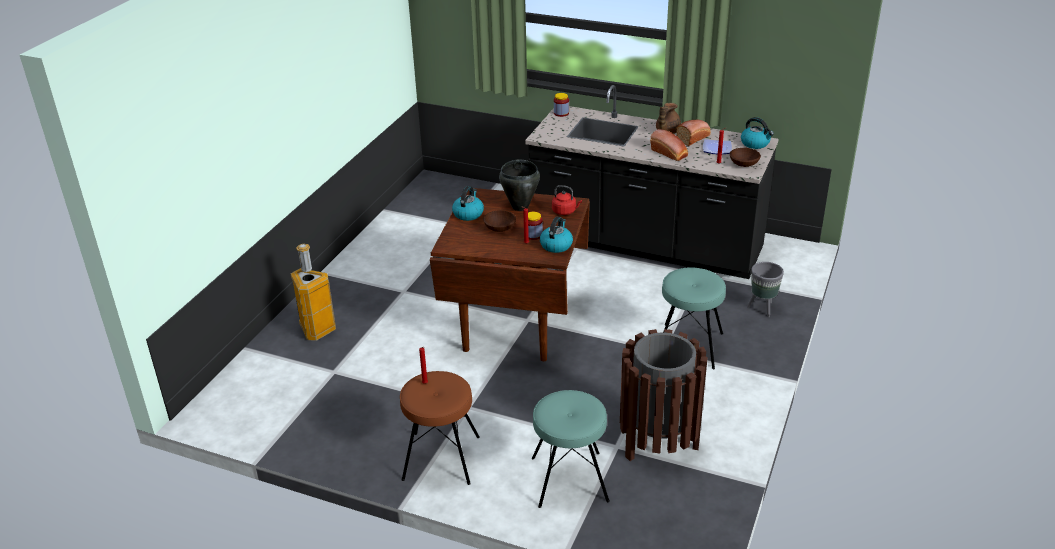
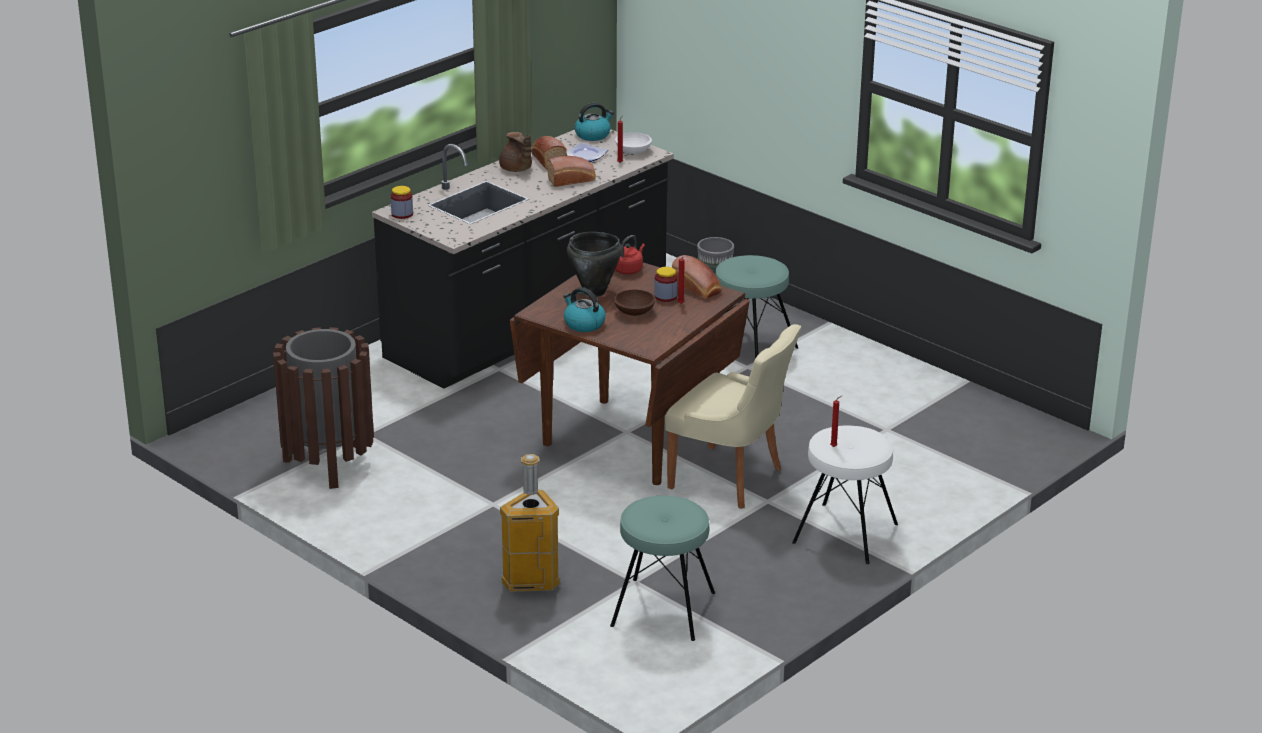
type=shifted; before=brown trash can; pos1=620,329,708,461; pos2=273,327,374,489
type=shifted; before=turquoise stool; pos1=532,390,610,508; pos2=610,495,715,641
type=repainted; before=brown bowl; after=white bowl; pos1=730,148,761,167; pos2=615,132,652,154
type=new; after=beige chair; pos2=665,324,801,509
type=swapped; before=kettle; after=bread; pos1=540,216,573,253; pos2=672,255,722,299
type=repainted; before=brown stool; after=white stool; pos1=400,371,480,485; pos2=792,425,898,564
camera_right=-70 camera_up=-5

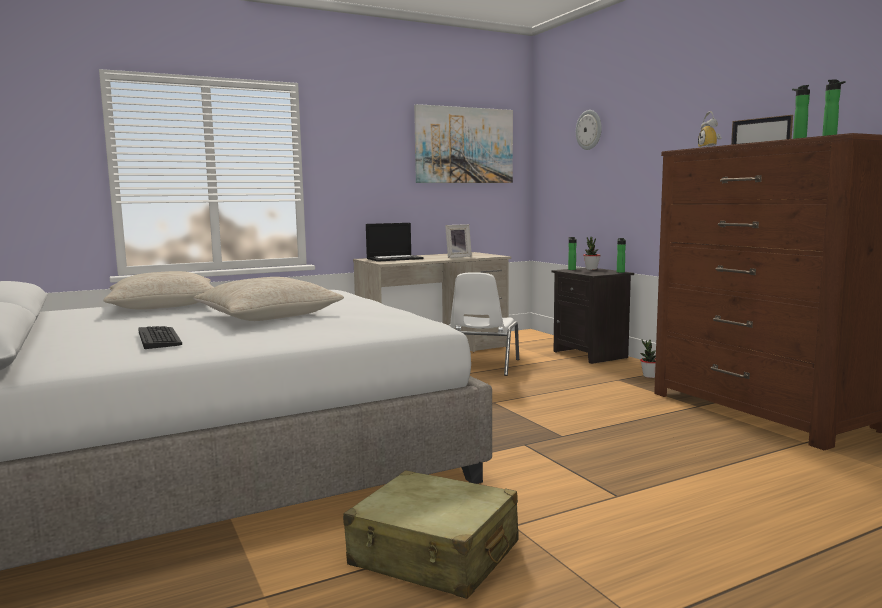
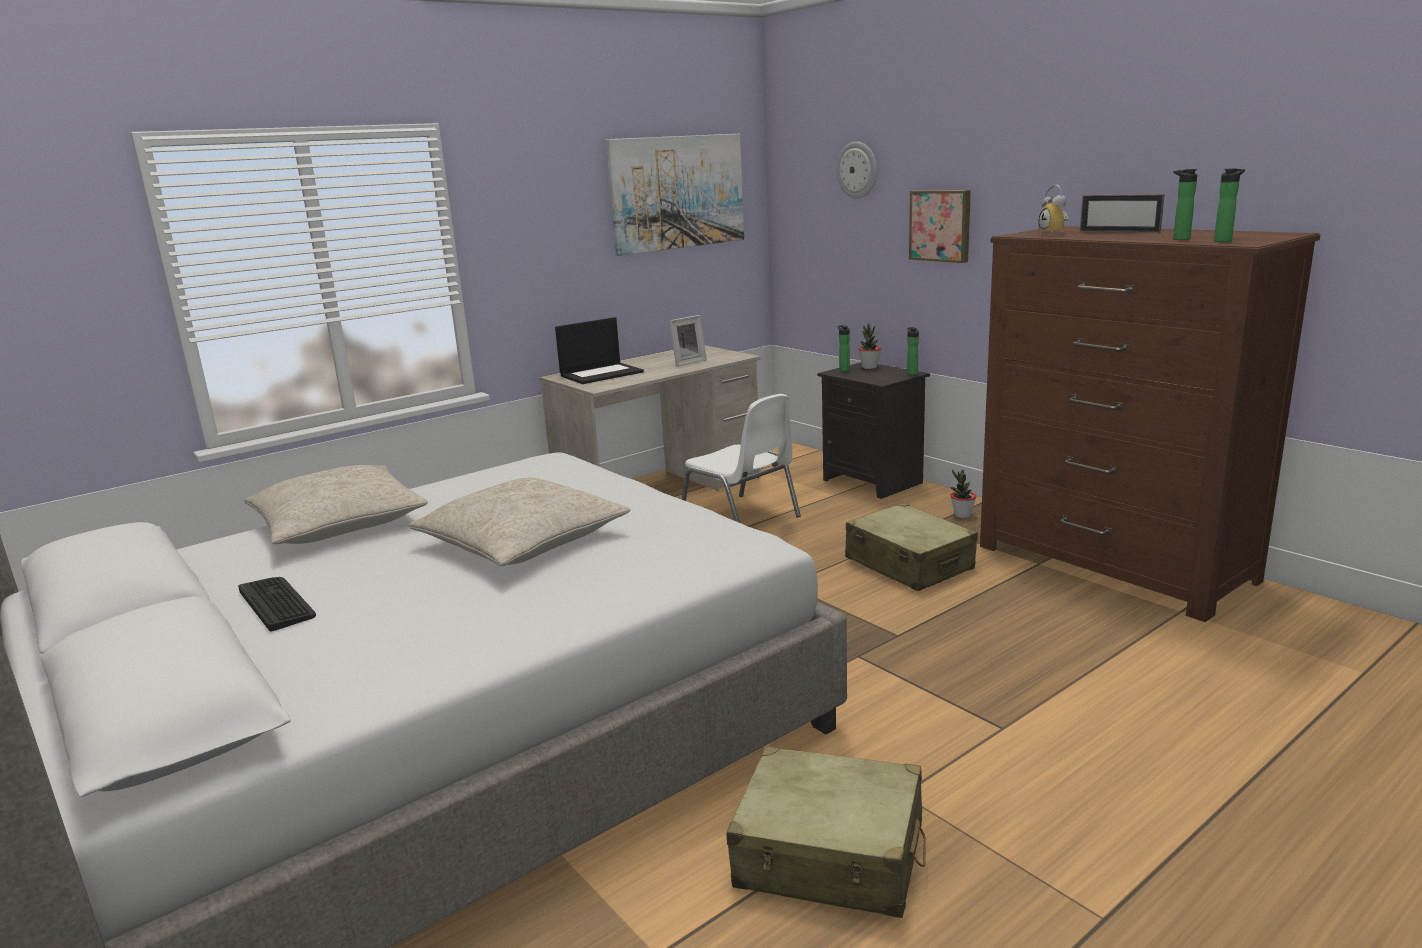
type=shifted; before=keyboard; pos1=138,326,182,349; pos2=238,577,316,632
type=rotated; before=white chair; pos1=449,272,519,376; pos2=681,394,801,523; turn=-45
type=new; after=beige suitcase; pos2=845,503,978,591
type=new; after=picture; pos2=909,190,971,263
camera_right=-10 camera_up=10

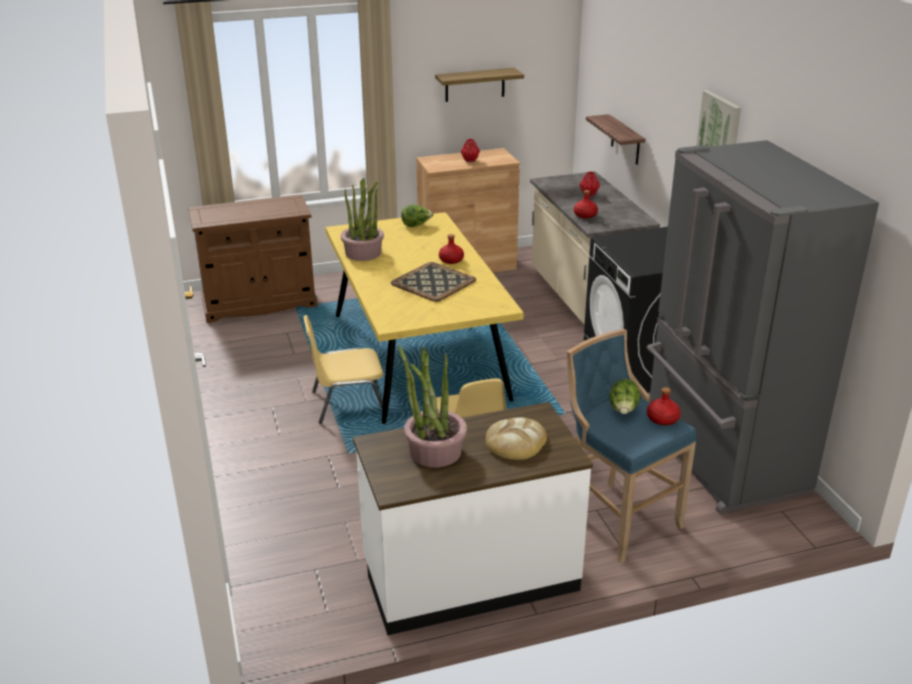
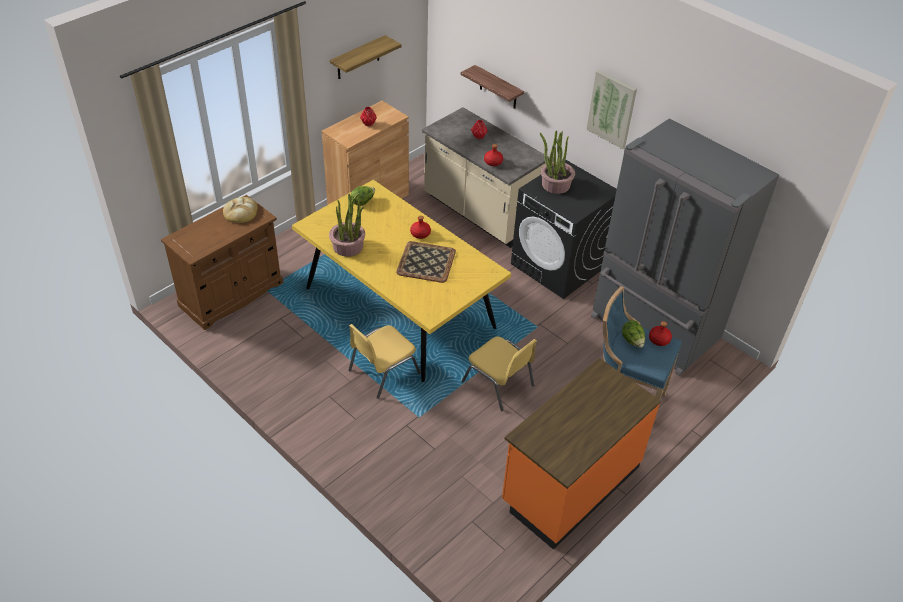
type=shifted; before=bread; pos1=486,417,547,460; pos2=223,197,257,223
type=repainted; before=white counter; after=orange counter; pos1=353,402,593,635; pos2=502,358,661,550
type=shifted; before=potted plant; pos1=398,346,467,467; pos2=540,130,575,194
camera_right=-30 camera_up=15

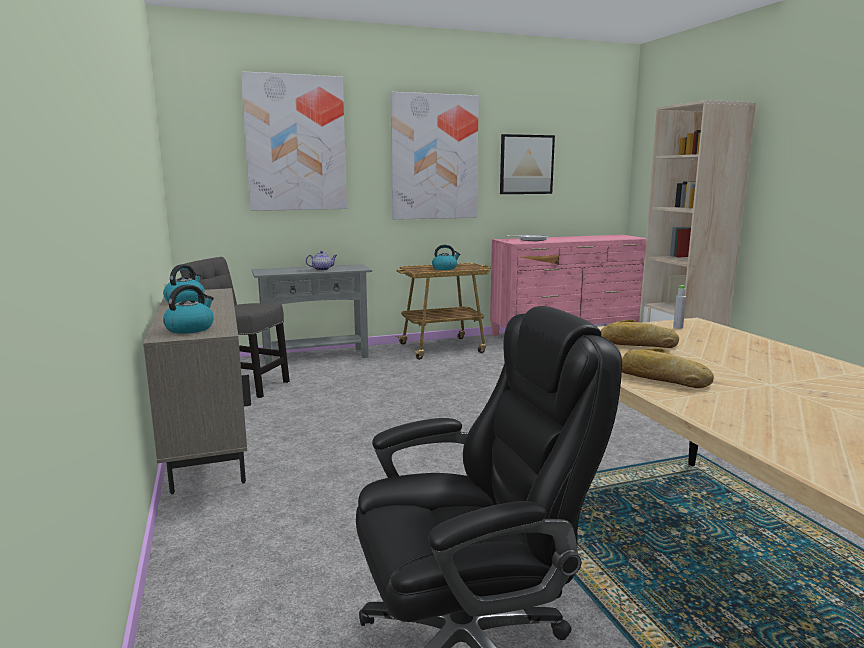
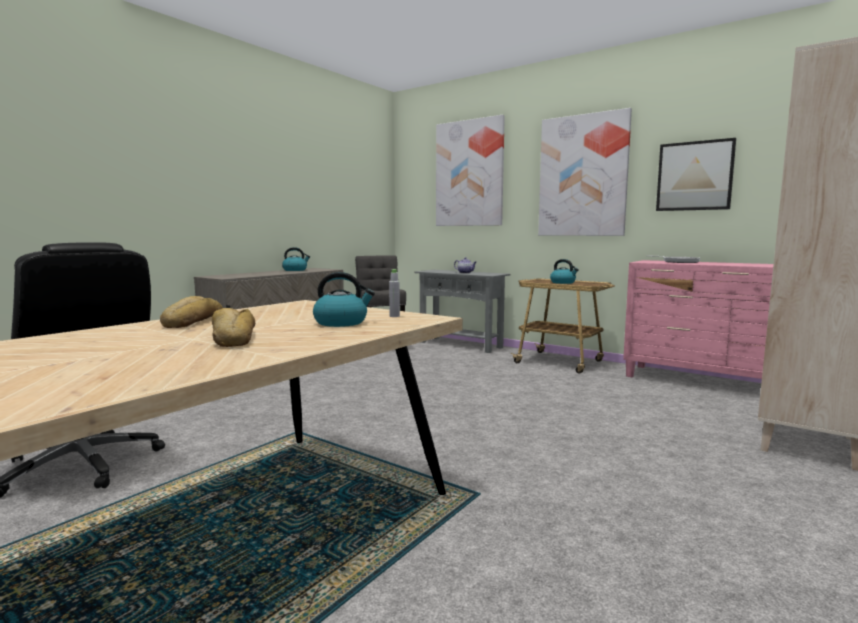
type=shifted; before=bread; pos1=601,319,679,348; pos2=212,308,255,347
type=shifted; before=kettle; pos1=163,284,214,334; pos2=313,272,375,327
camera_right=55 camera_up=-5

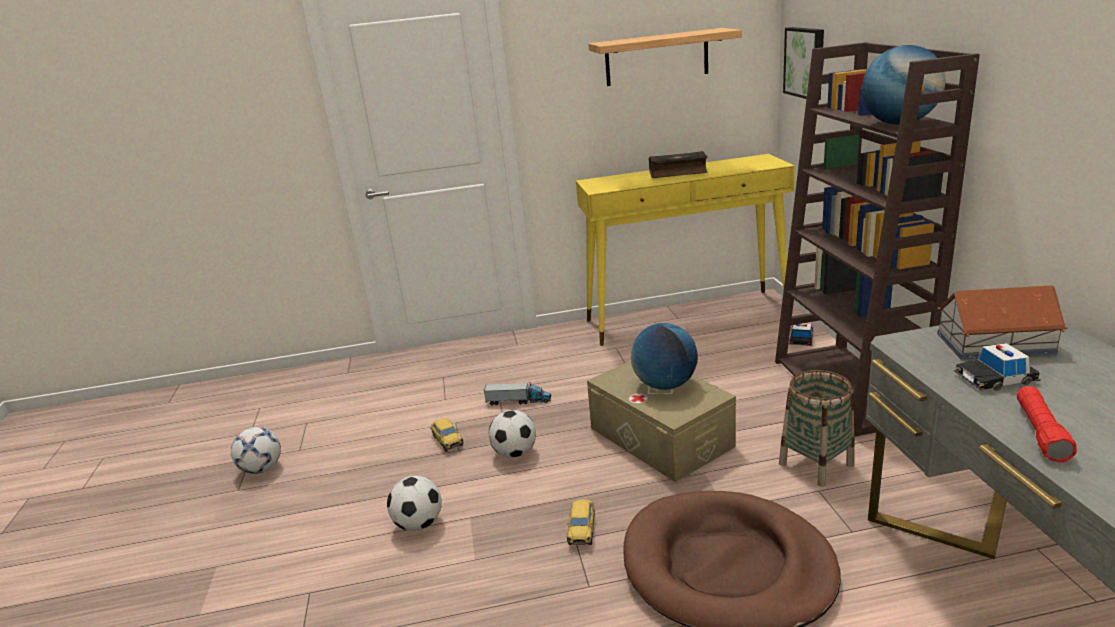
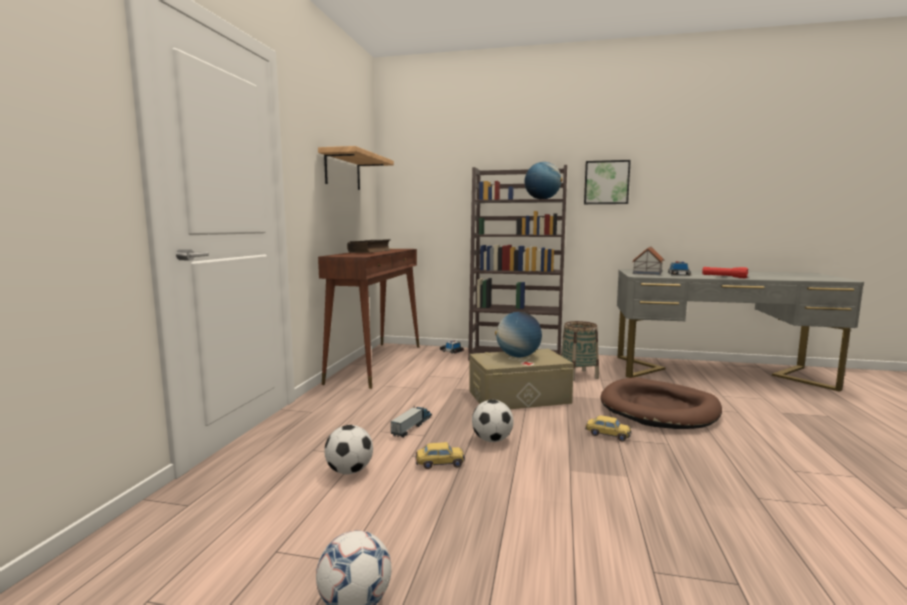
type=repainted; before=yellow console table; after=brown console table; pos1=576,154,795,346; pos2=318,249,419,389
type=shifted; before=football; pos1=387,476,442,531; pos2=324,425,373,475
type=shifted; before=picture; pos1=783,27,824,100; pos2=584,160,631,204
camera_right=-70 camera_up=-15

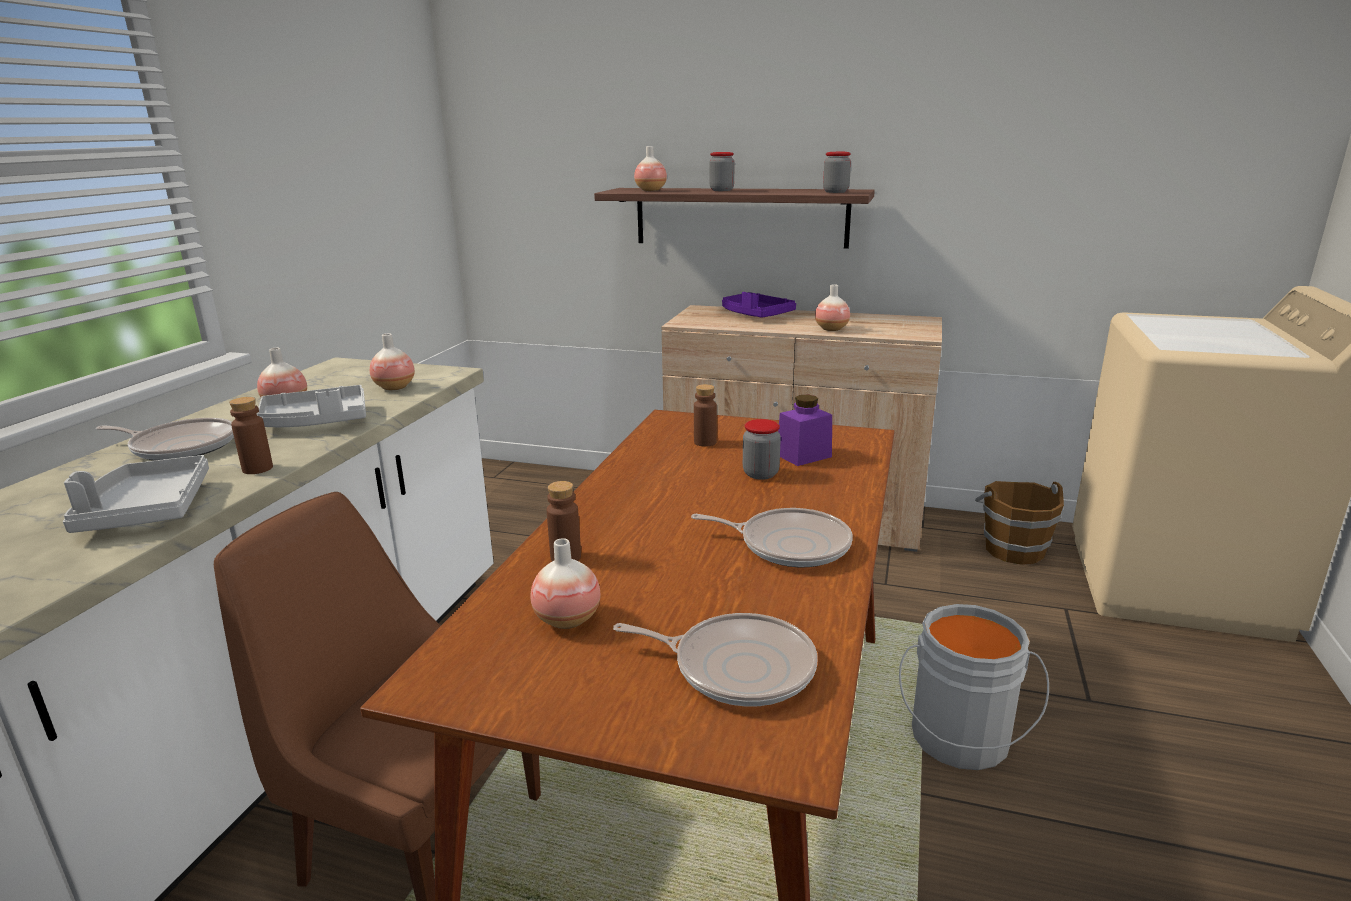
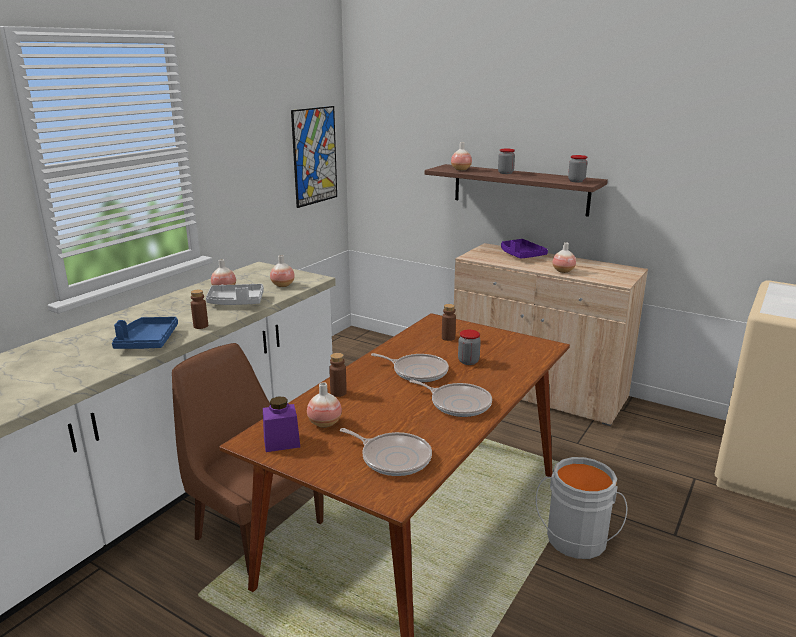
type=repainted; before=grey tray; after=blue tray; pos1=63,455,209,533; pos2=112,317,178,349
type=shifted; before=purple jar; pos1=778,395,832,466; pos2=263,396,300,452
type=new; after=picture; pos2=291,106,337,208
type=shifted; before=frying pan; pos1=96,418,234,461; pos2=371,353,449,382
type=gone; before=brown bucket; pos1=975,481,1064,565
camera_right=15 camera_up=0

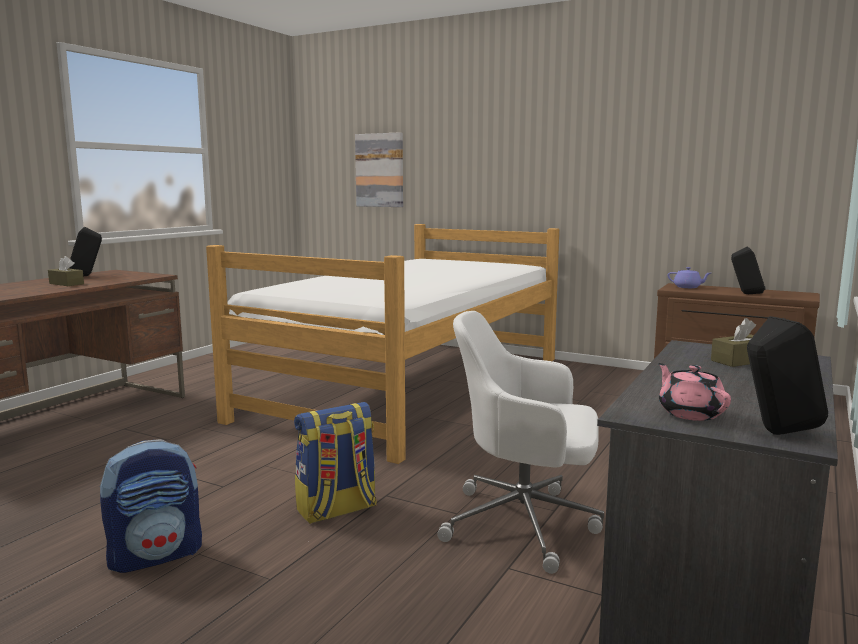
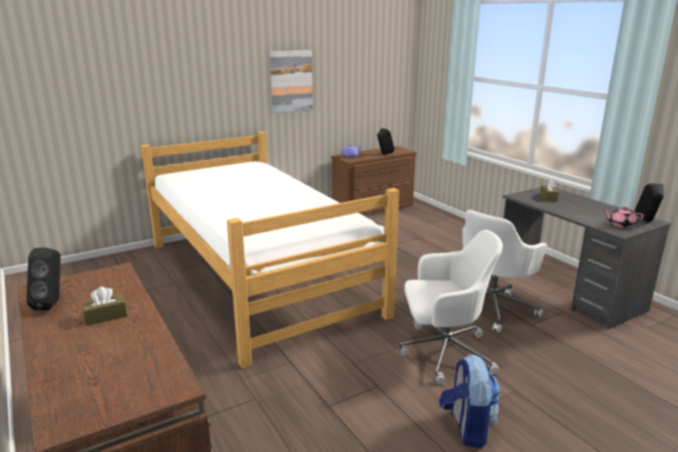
type=shifted; before=picture; pos1=355,132,403,207; pos2=270,50,313,114
type=swapped; before=backpack; after=white office chair; pos1=294,402,377,524; pos2=400,230,503,385
camera_right=-60 camera_up=10

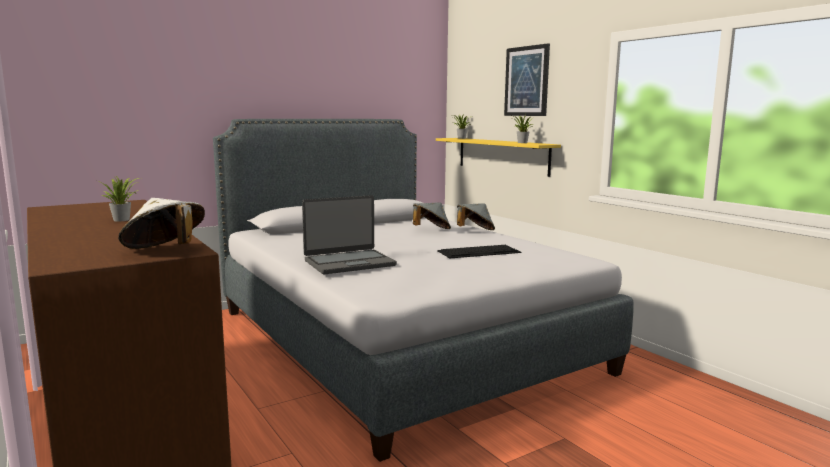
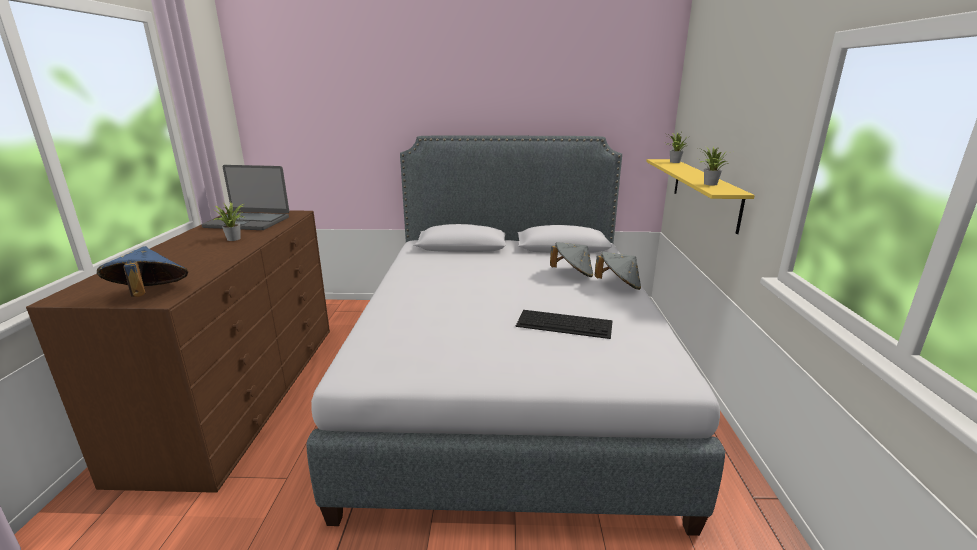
type=repainted; before=white hat; after=blue hat; pos1=118,198,205,249; pos2=97,246,188,297
type=shifted; before=laptop; pos1=302,195,397,274; pos2=201,165,289,230
type=gone; before=picture; pos1=504,43,550,116
camera_right=35 camera_up=10

